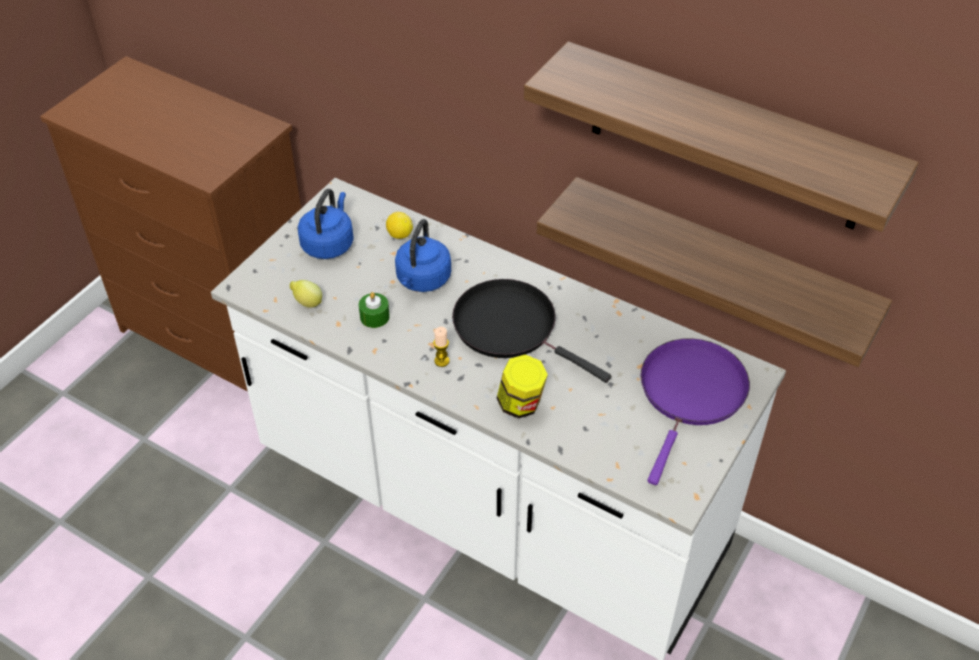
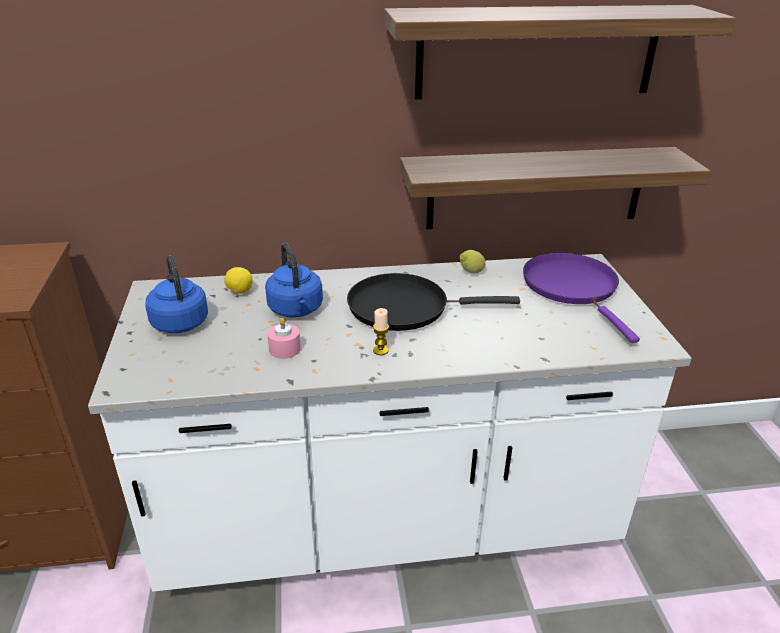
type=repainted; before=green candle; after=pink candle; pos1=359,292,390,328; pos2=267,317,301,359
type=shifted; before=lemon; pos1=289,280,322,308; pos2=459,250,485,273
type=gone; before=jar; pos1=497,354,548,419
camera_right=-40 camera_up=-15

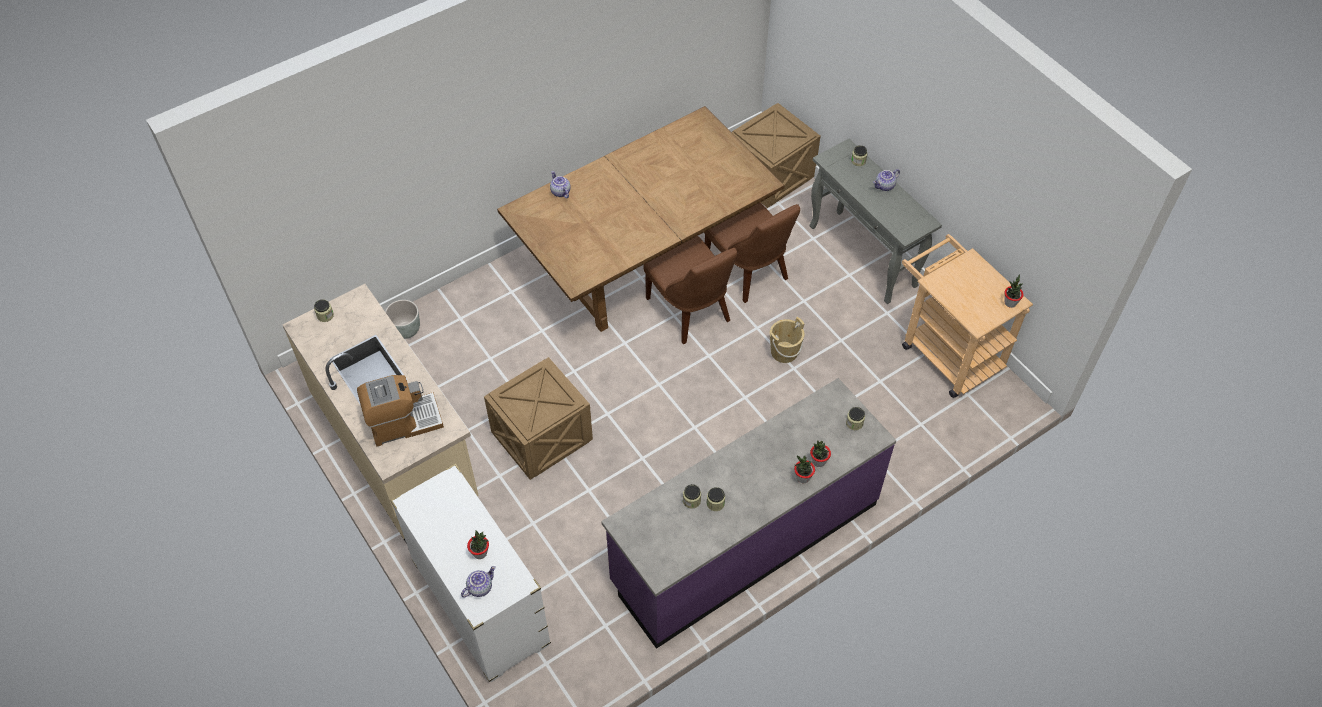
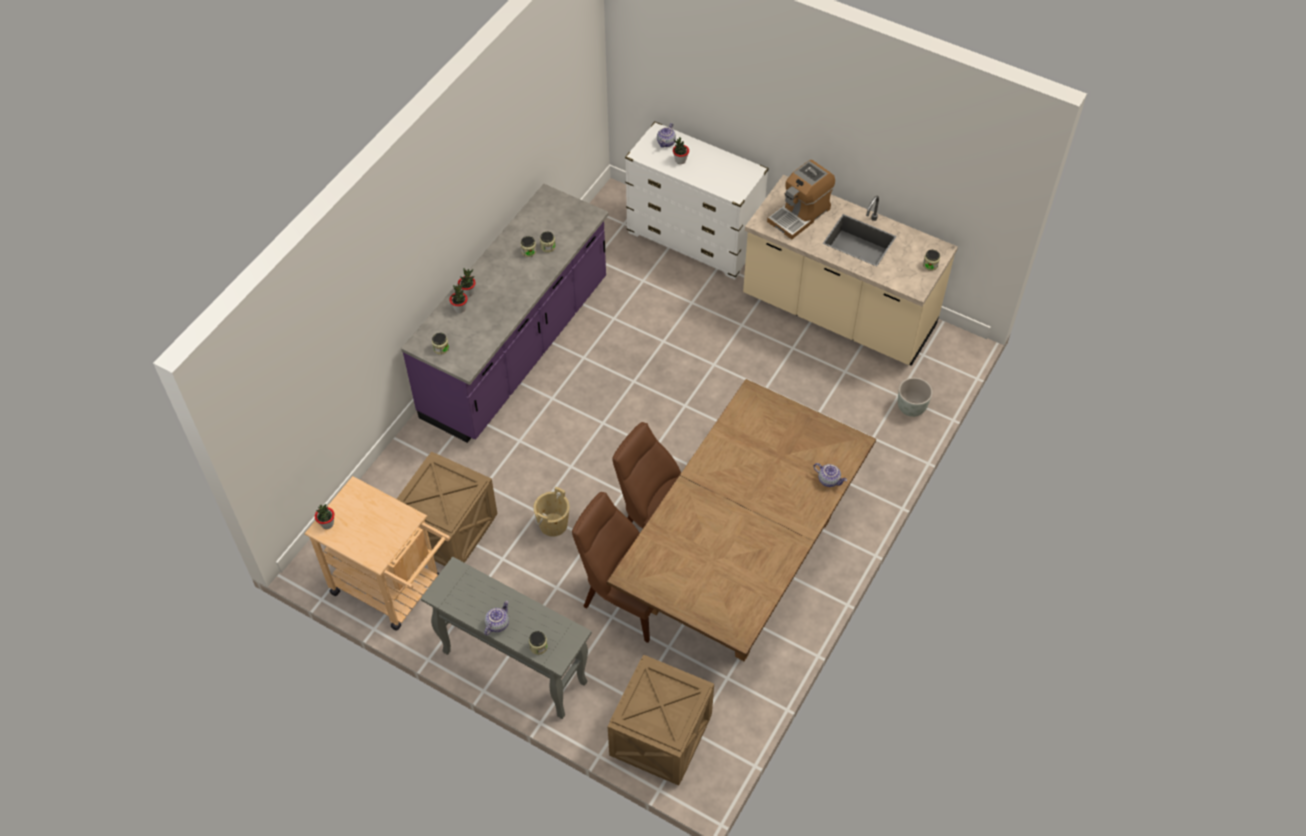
type=shifted; before=crate; pos1=484,357,593,480; pos2=397,451,498,566
camera_right=155 camera_up=0

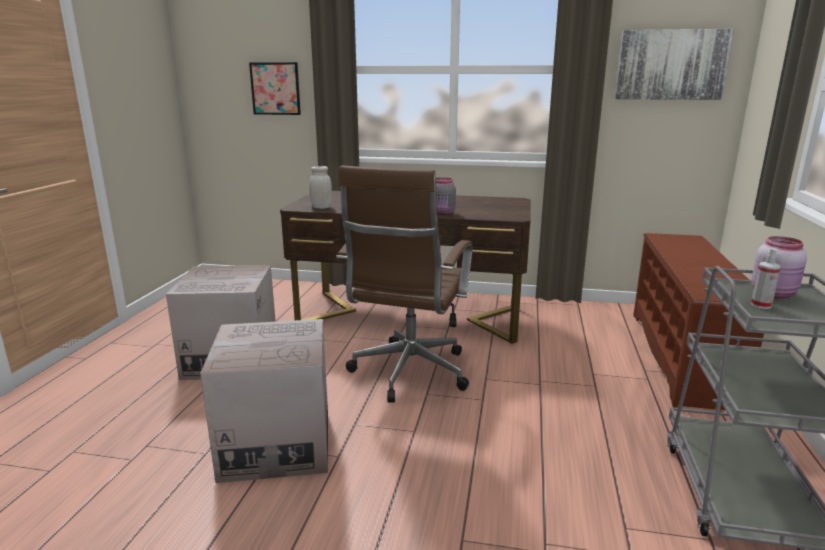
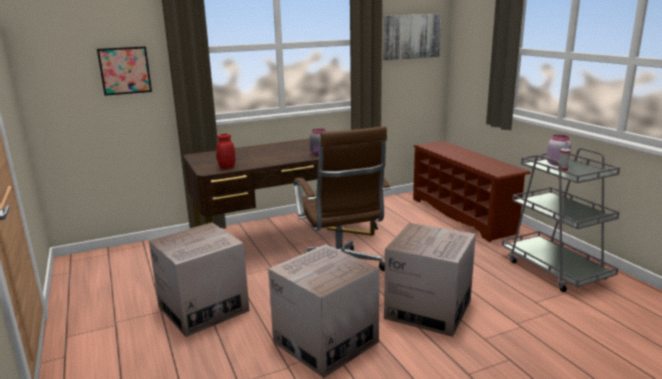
type=repainted; before=white jar; after=red jar; pos1=309,166,332,209; pos2=216,134,235,169
type=new; after=cardboard box; pos2=384,223,476,337
camera_right=-35 camera_up=0

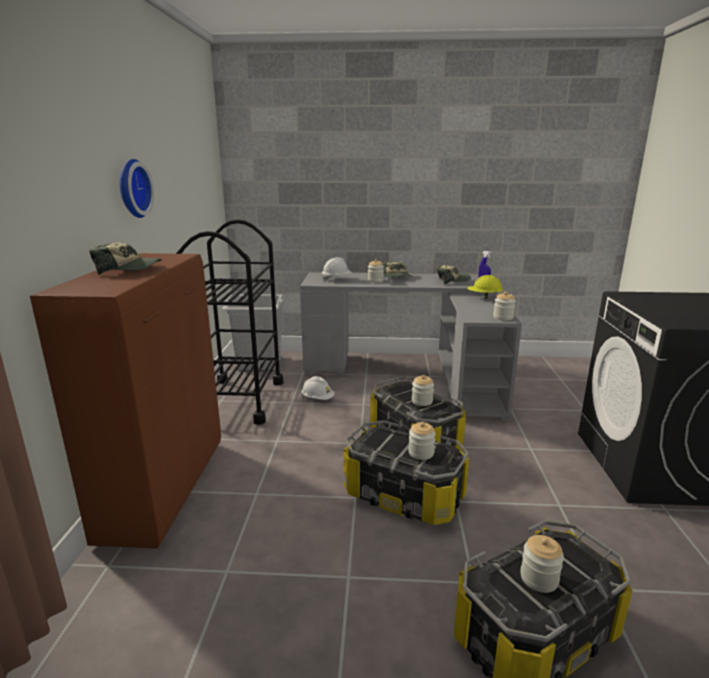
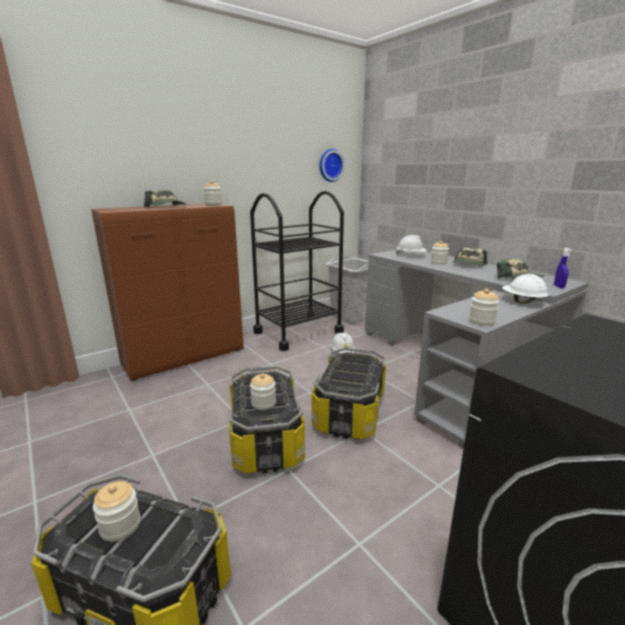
type=shifted; before=jar; pos1=412,375,434,406; pos2=204,180,222,205
type=shifted; before=wall clock; pos1=120,159,154,218; pos2=319,149,345,182
type=repainted; before=yellow hard hat; after=white hard hat; pos1=467,275,503,299; pos2=502,274,548,304
camera_right=50 camera_up=0

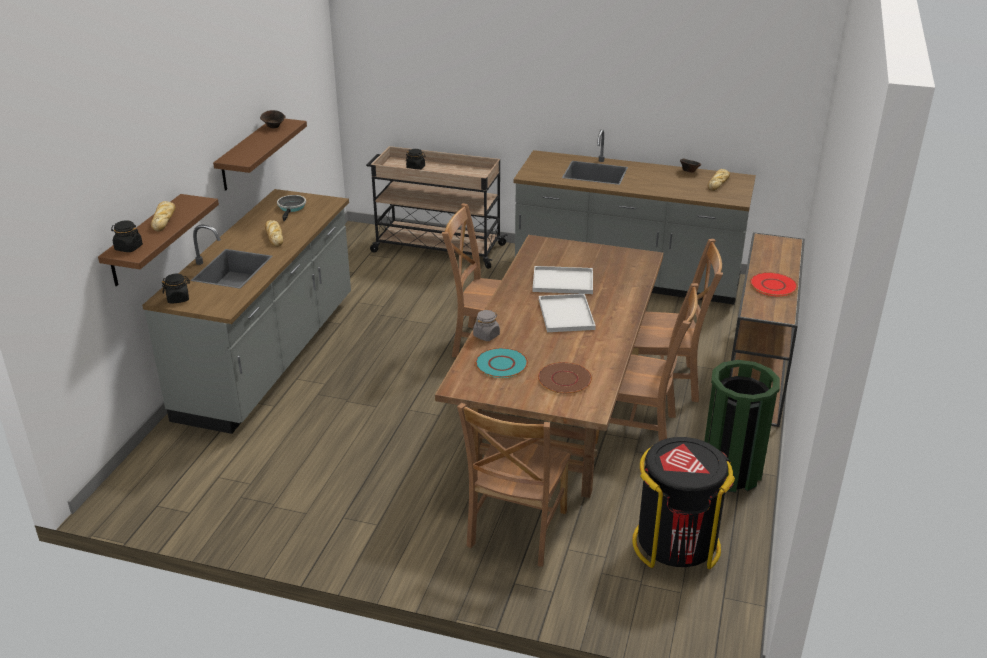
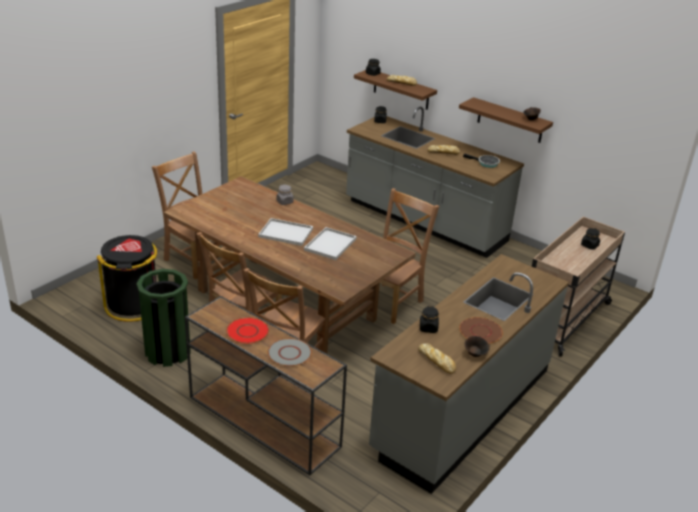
type=new; after=grey plate; pos2=268,338,312,367
type=new; after=black jar; pos2=420,306,439,333
type=shifted; before=brown plate; pos1=538,362,592,394; pos2=459,317,503,344
type=gone; before=turquoise plate; pos1=475,348,528,378
camera_right=110 camera_up=0

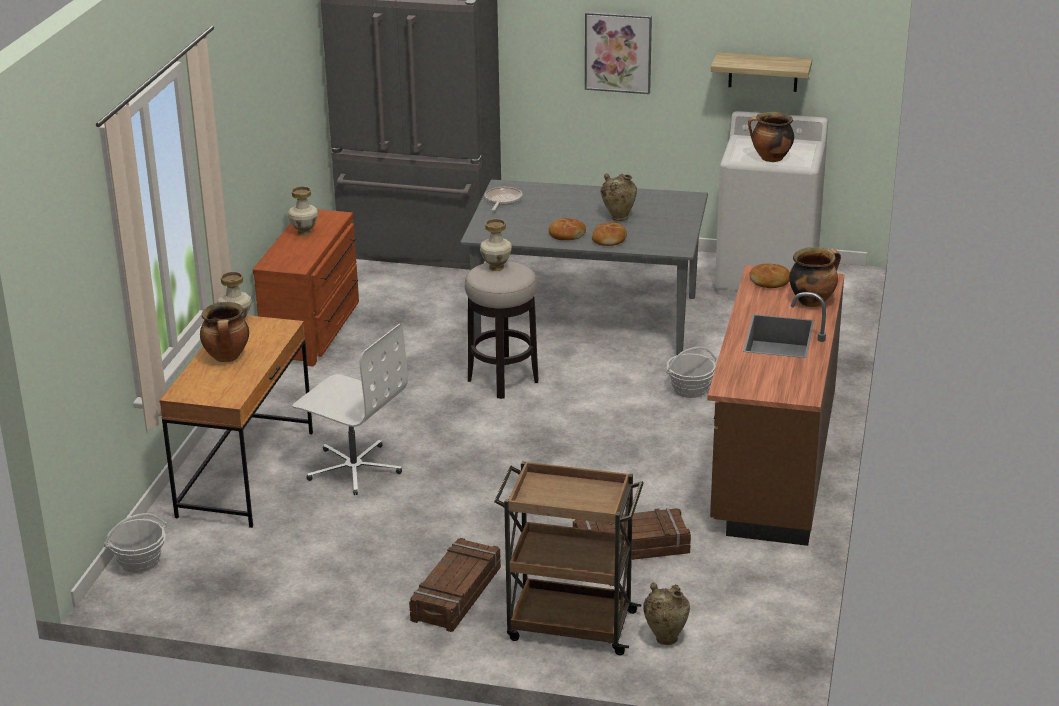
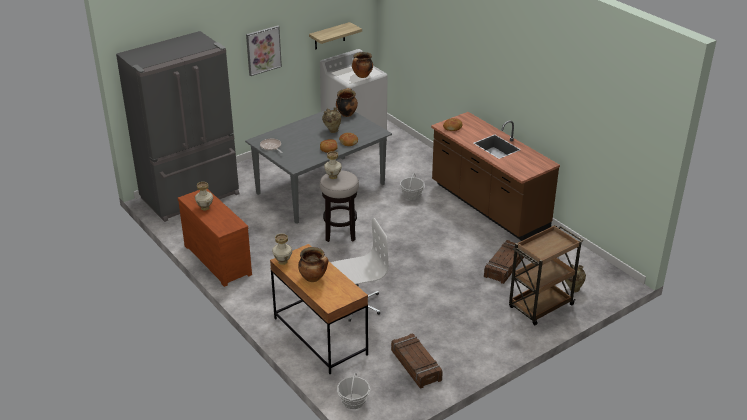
type=shifted; before=cooking pot; pos1=789,247,841,307; pos2=336,88,358,117
type=shifted; before=crate; pos1=409,538,501,632; pos2=391,334,443,388
camera_right=-50 camera_up=5

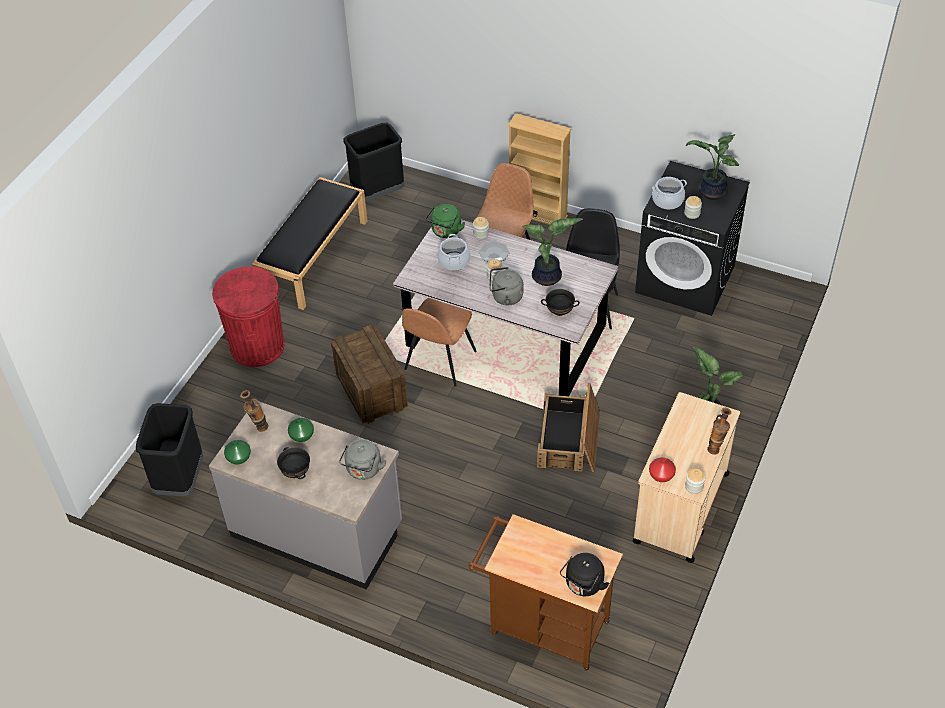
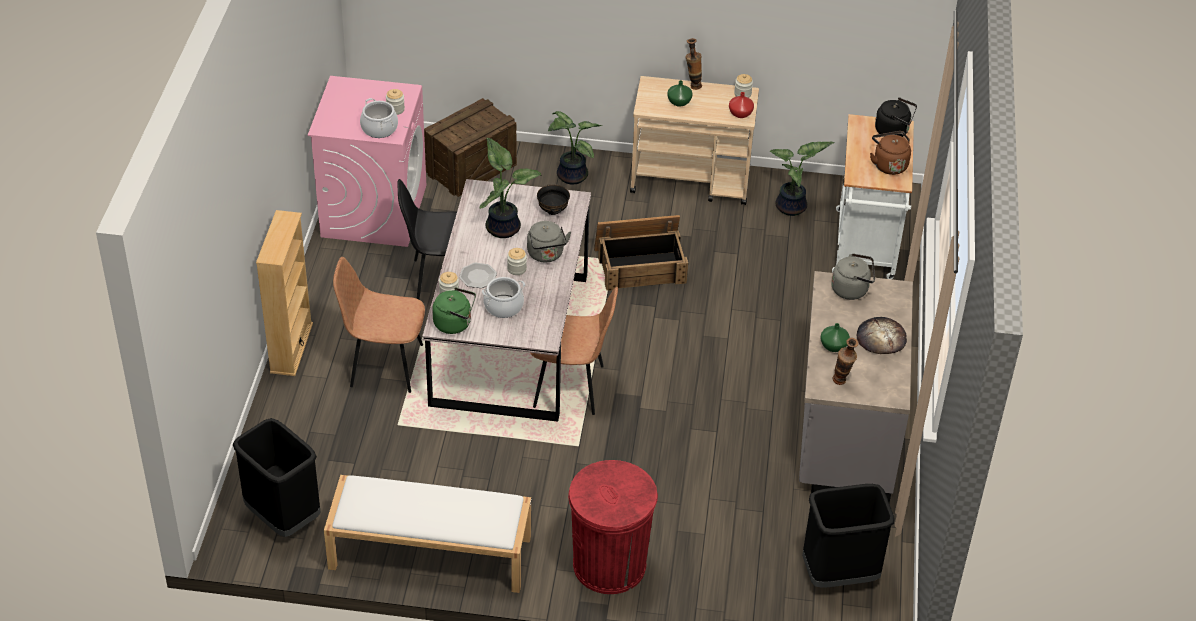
type=repainted; before=black washing machine; after=pink washing machine; pos1=635,161,750,316; pos2=308,76,426,247
type=repainted; before=black bench; after=white bench; pos1=252,177,367,310; pos2=324,475,531,593
type=shifted; before=crate; pos1=331,325,408,424; pos2=424,98,517,197
type=shifted; before=green vase; pos1=224,440,251,465; pos2=667,80,693,107
type=shifted; before=potted plant; pos1=686,134,739,200; pos2=769,142,835,216
type=repainted; before=brown cart; after=white cart; pos1=468,514,623,671; pos2=832,114,914,279
type=swapped; before=black bowl; after=bread; pos1=277,447,310,479; pos2=856,317,907,354
type=new; after=brown kettle; pos2=870,131,911,175
camera_right=-110 camera_up=-5

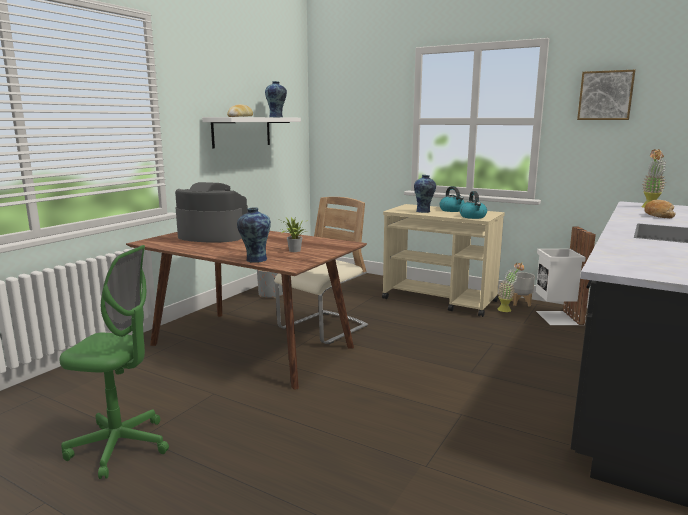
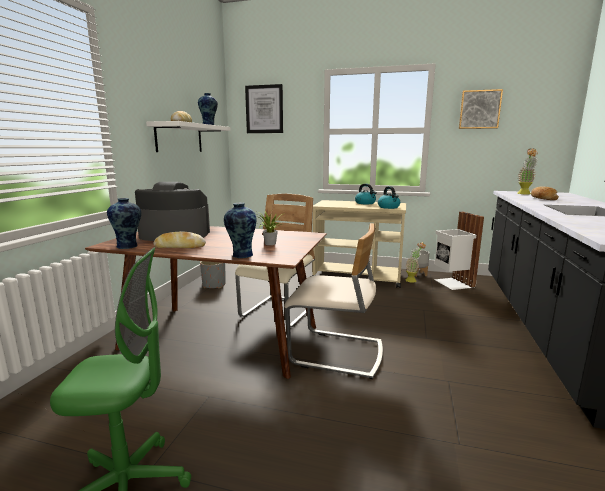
type=shifted; before=vase; pos1=414,175,436,213; pos2=107,198,141,249
type=new; after=bread; pos2=153,231,206,248
type=new; after=picture; pos2=245,84,283,133
type=new; after=beige chair; pos2=284,223,383,379
camera_right=-15 camera_up=0

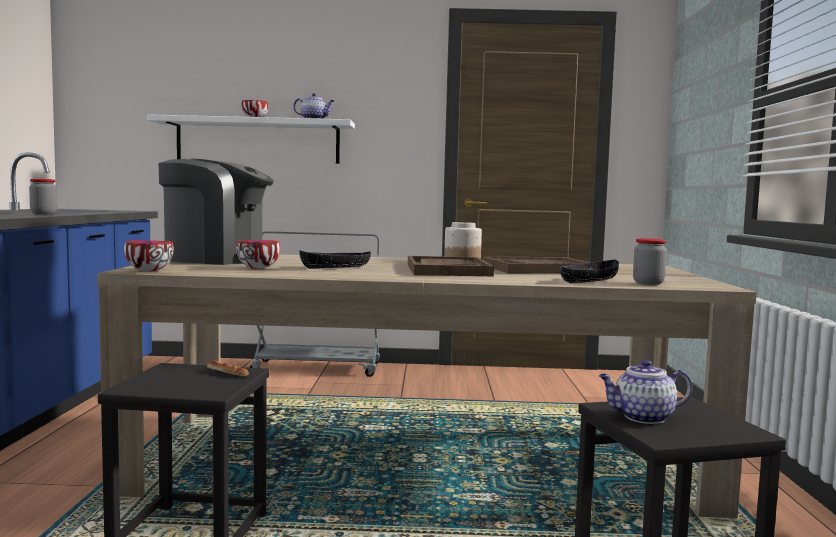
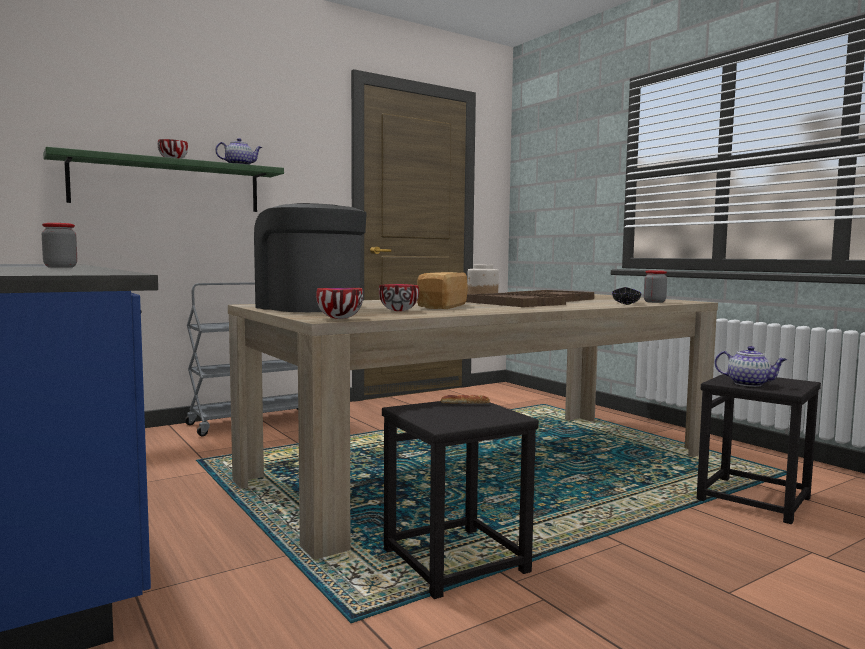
type=repainted; before=white shelf; after=green shelf; pos1=147,114,355,164; pos2=43,147,284,212
type=rotated; before=coffee machine; pos1=159,158,274,265; pos2=254,203,367,312; turn=-105
type=swapped; before=black bowl; after=bread; pos1=299,250,371,269; pos2=417,272,468,309
type=rotated; before=teapot; pos1=599,360,692,424; pos2=715,346,787,387; turn=-105
camera_right=-35 camera_up=0

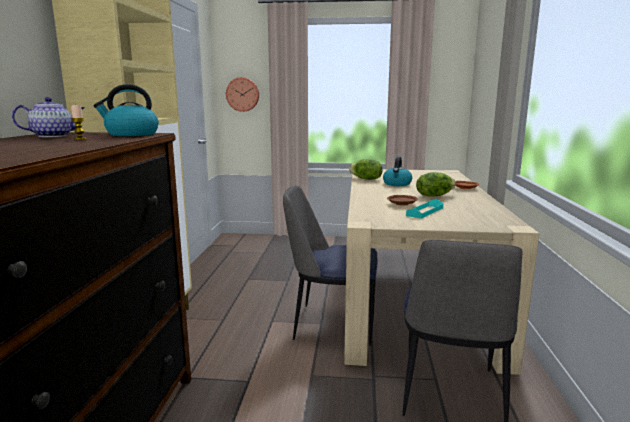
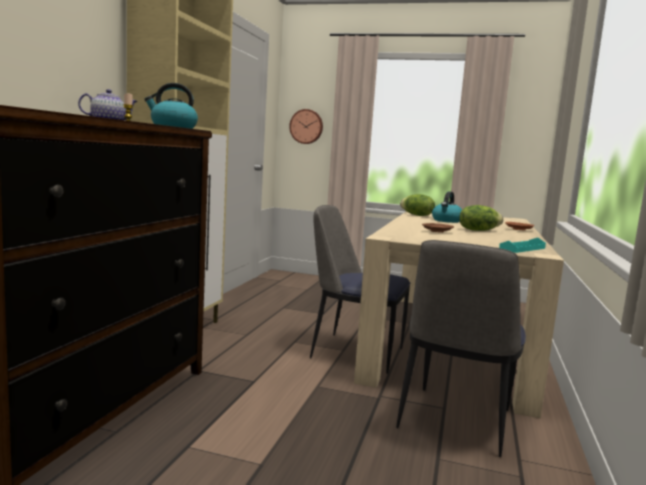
type=shifted; before=turquoise tray; pos1=406,199,443,219; pos2=499,238,546,253
camera_right=10 camera_up=-5

